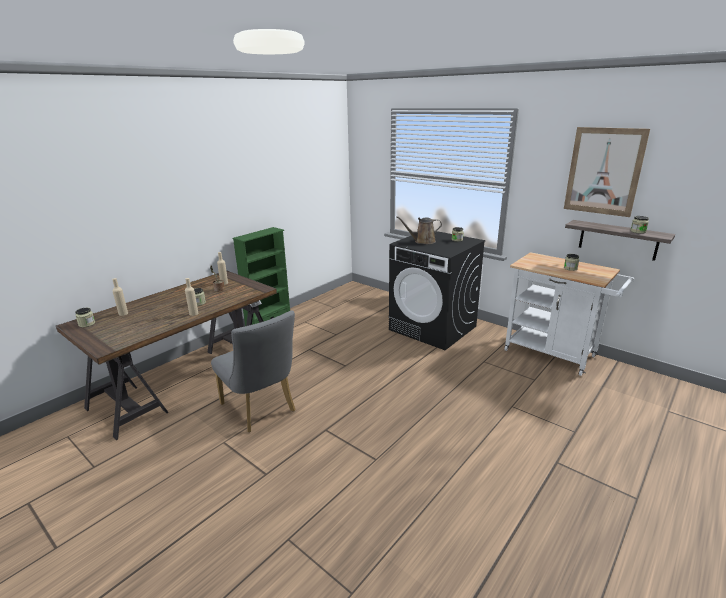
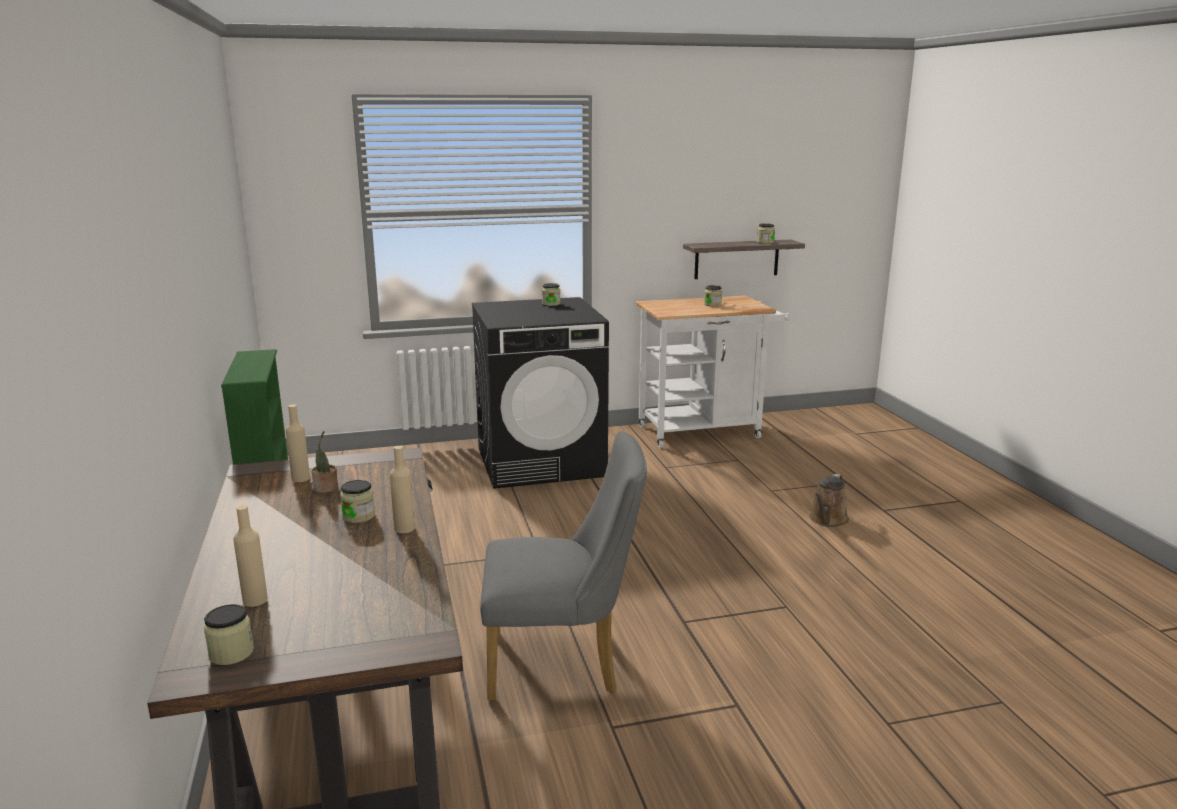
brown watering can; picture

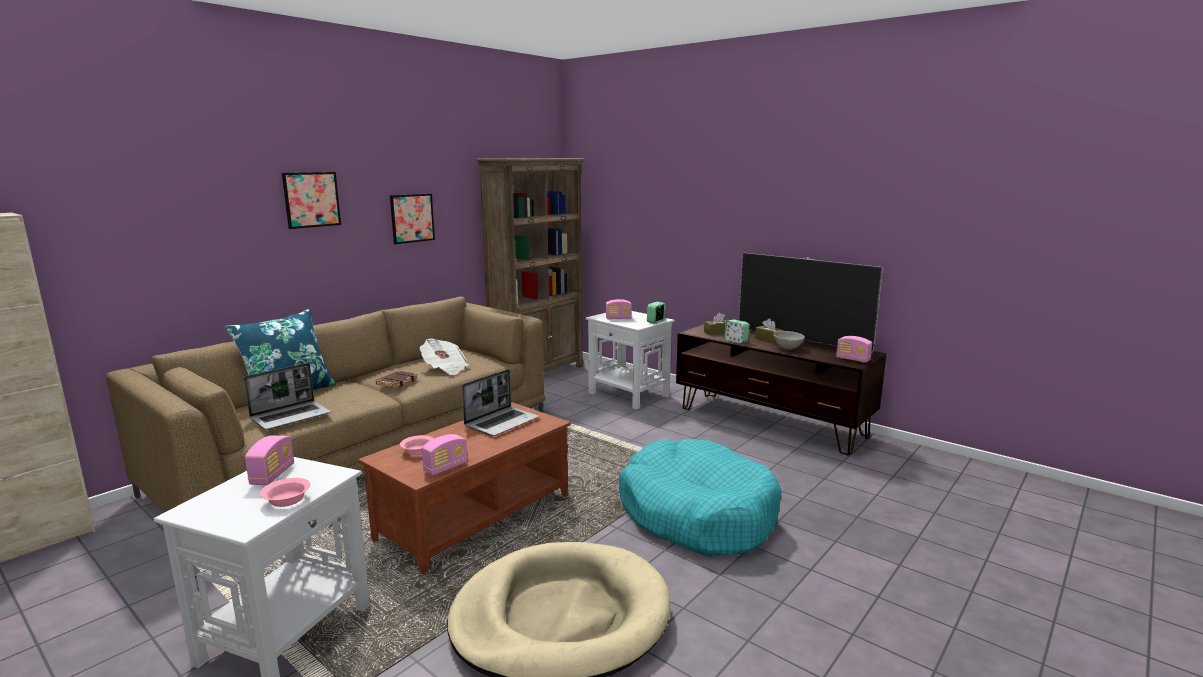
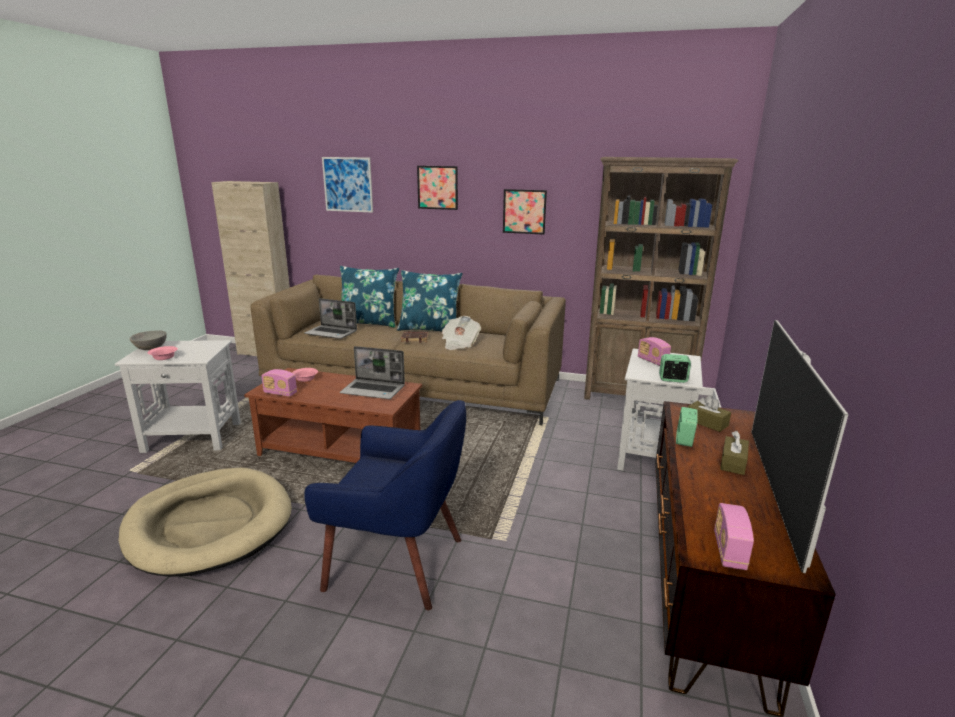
grey bowl; blue armchair; picture (no. 1 from left); blue pillow (no. 2 from left); radio (no. 1 from left in the first image)

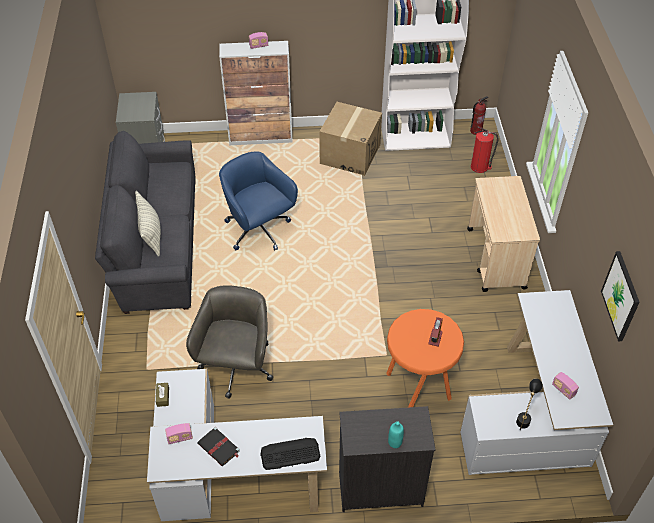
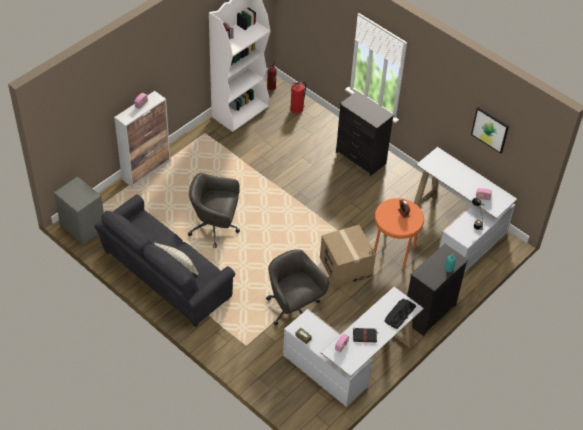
grey office chair (no. 1 from left); cardboard box; black dresser (no. 1 from left)

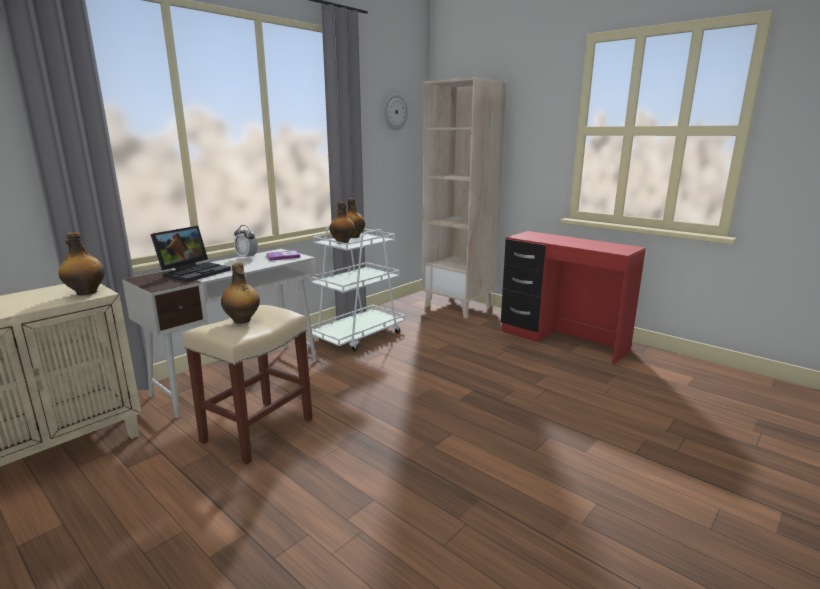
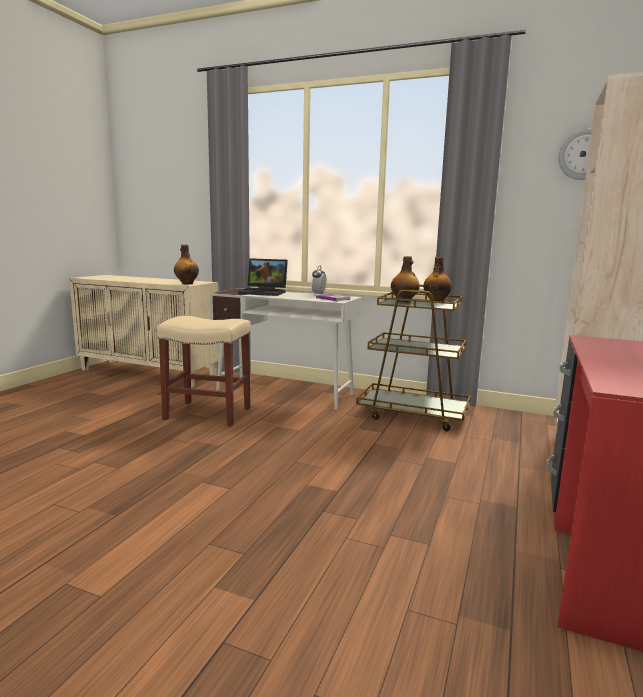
brown cart; bottle (no. 2 from left in the first image)

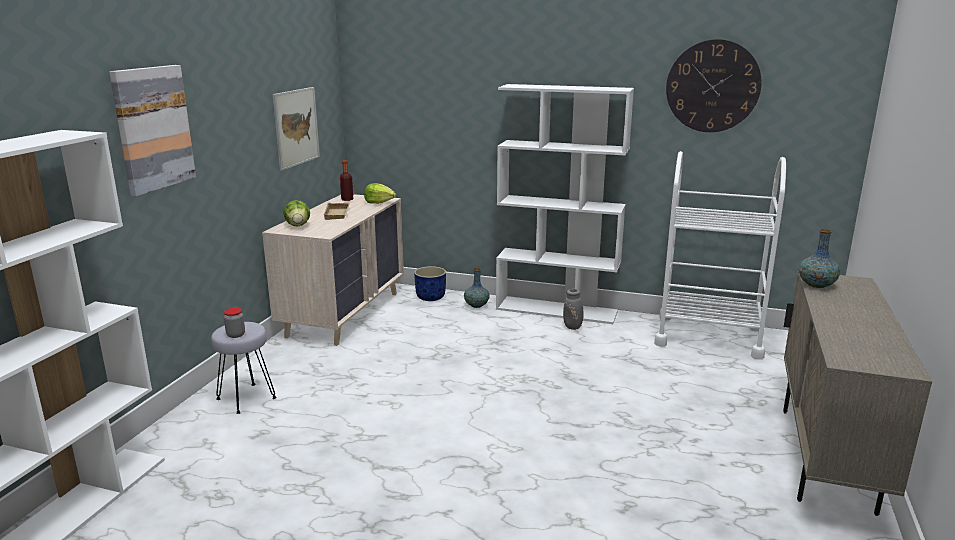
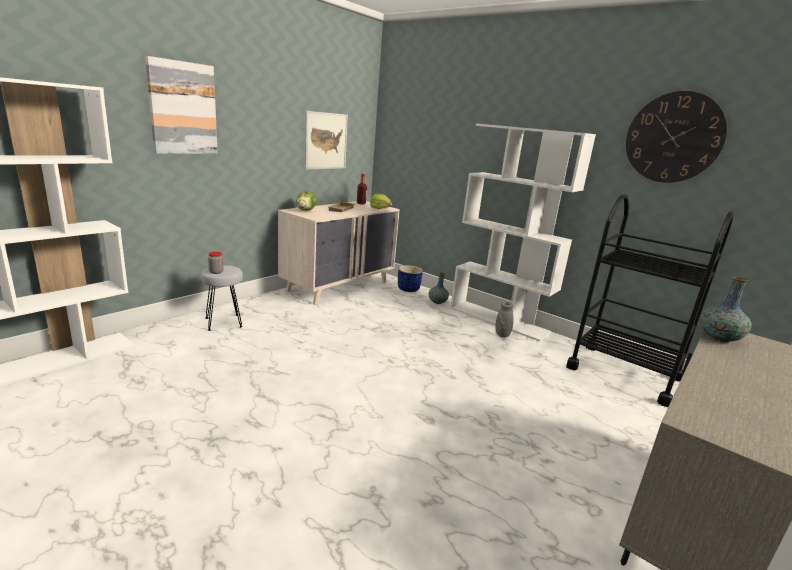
black cart

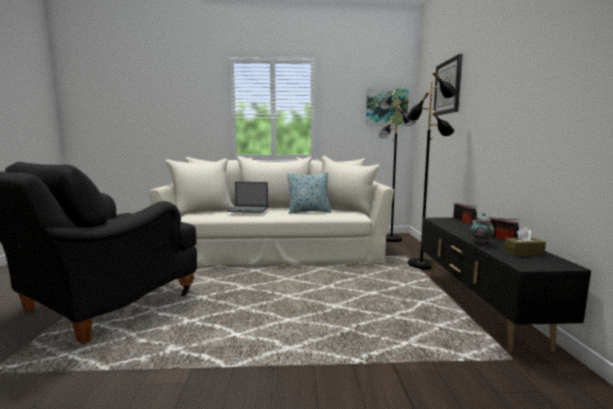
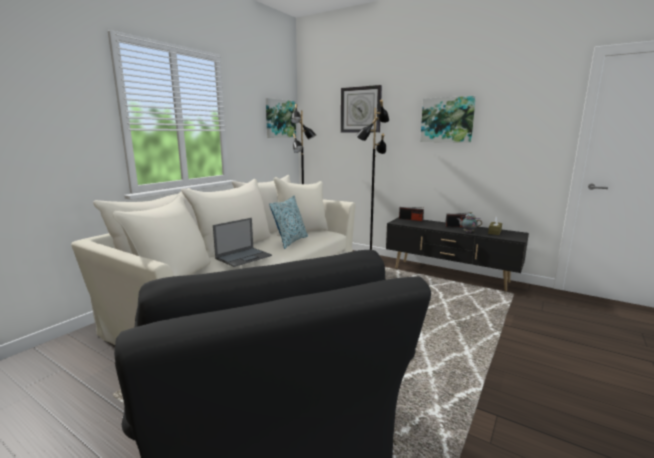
picture (no. 2 from left)

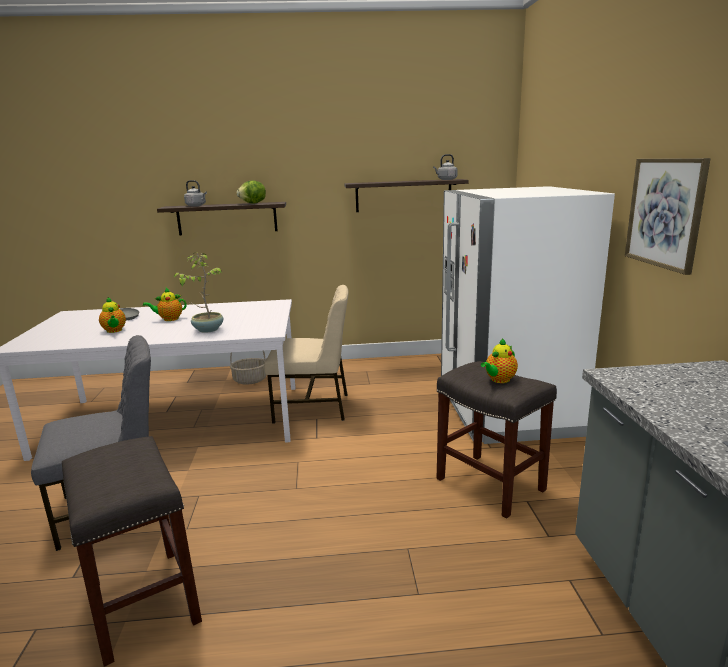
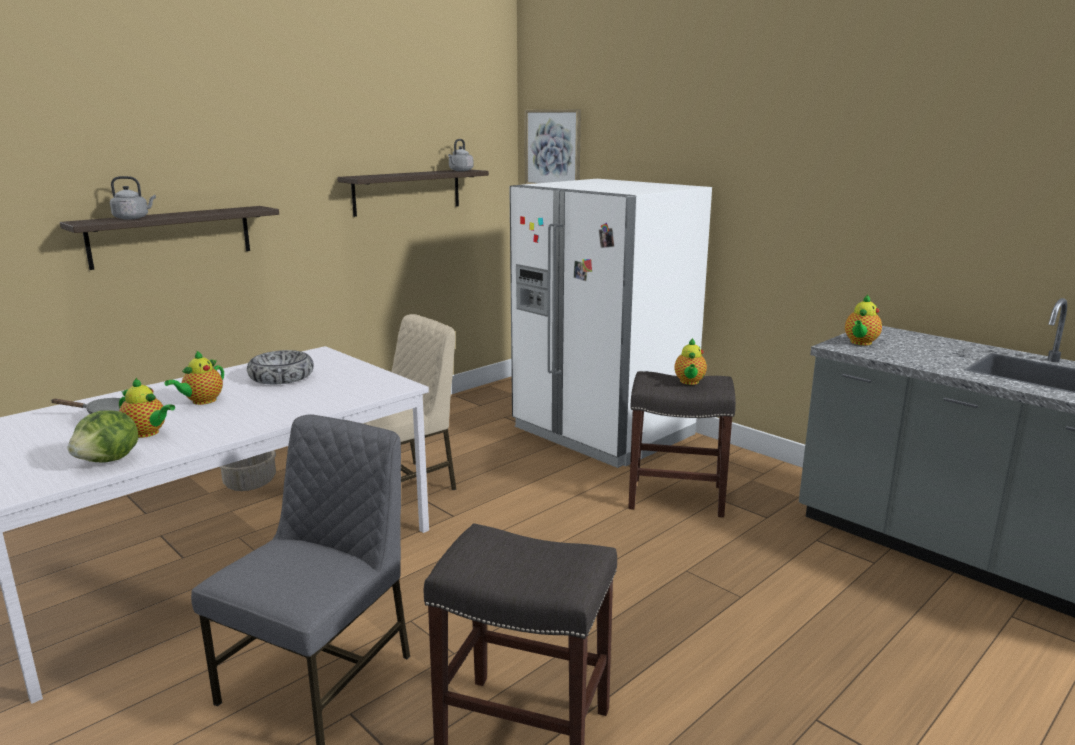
lettuce; bowl; picture; teapot (no. 4 from left); potted plant

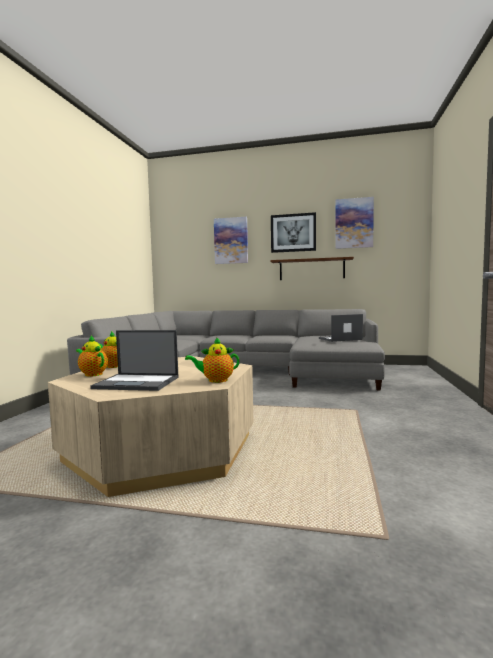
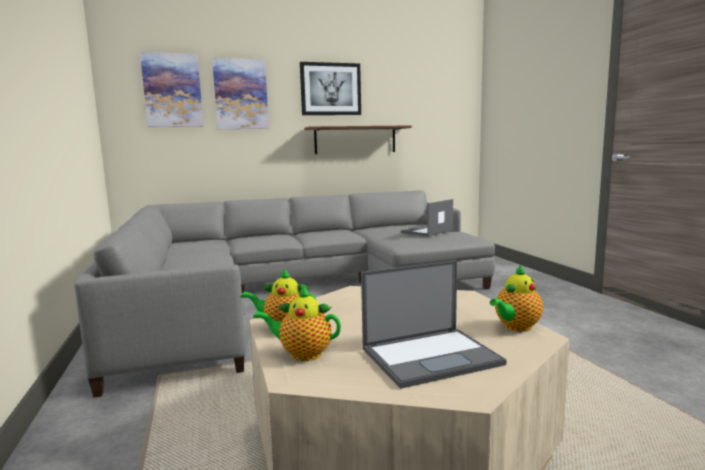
picture (no. 1 from left)

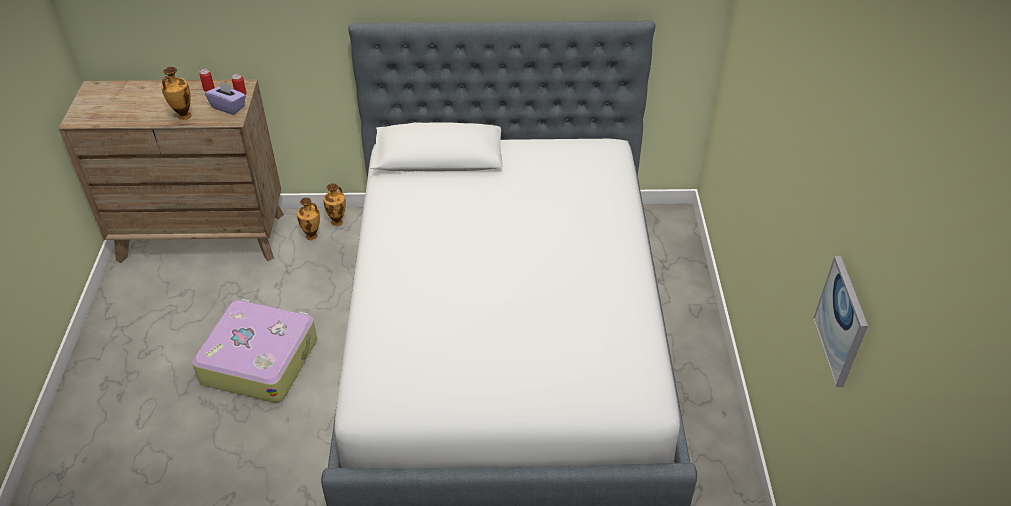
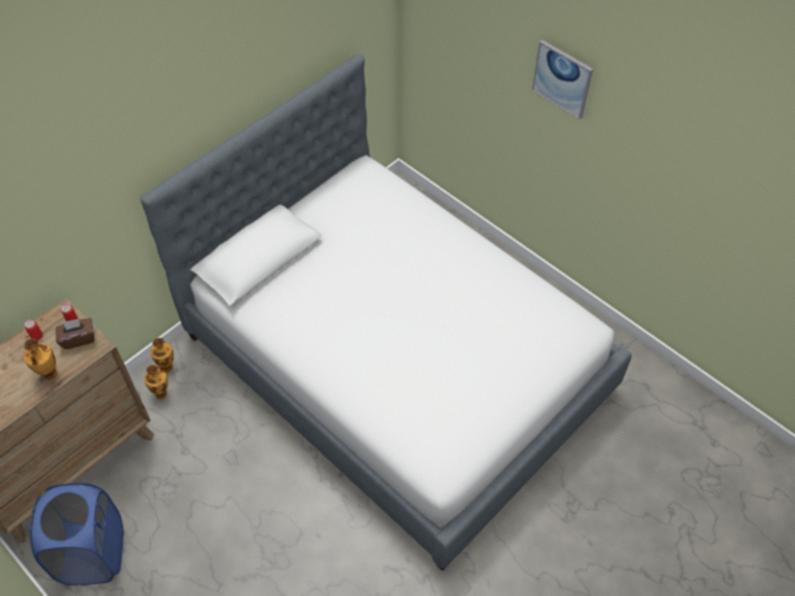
blue laundry basket; brown tissue box; picture; suitcase

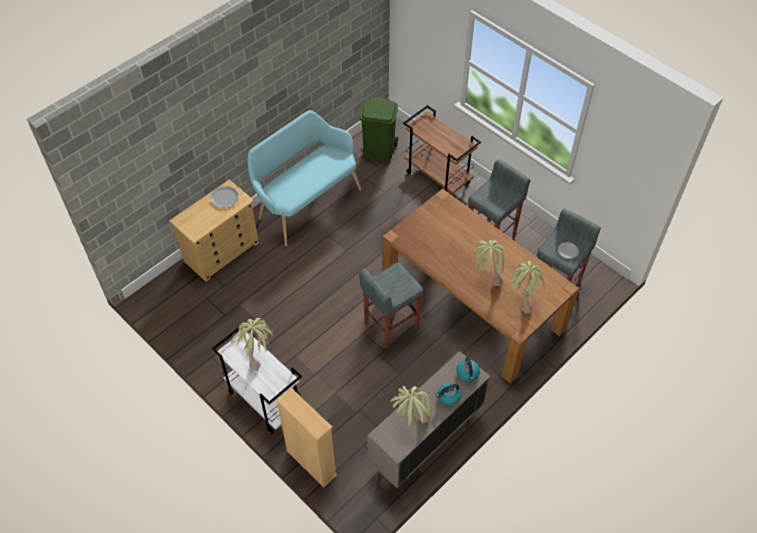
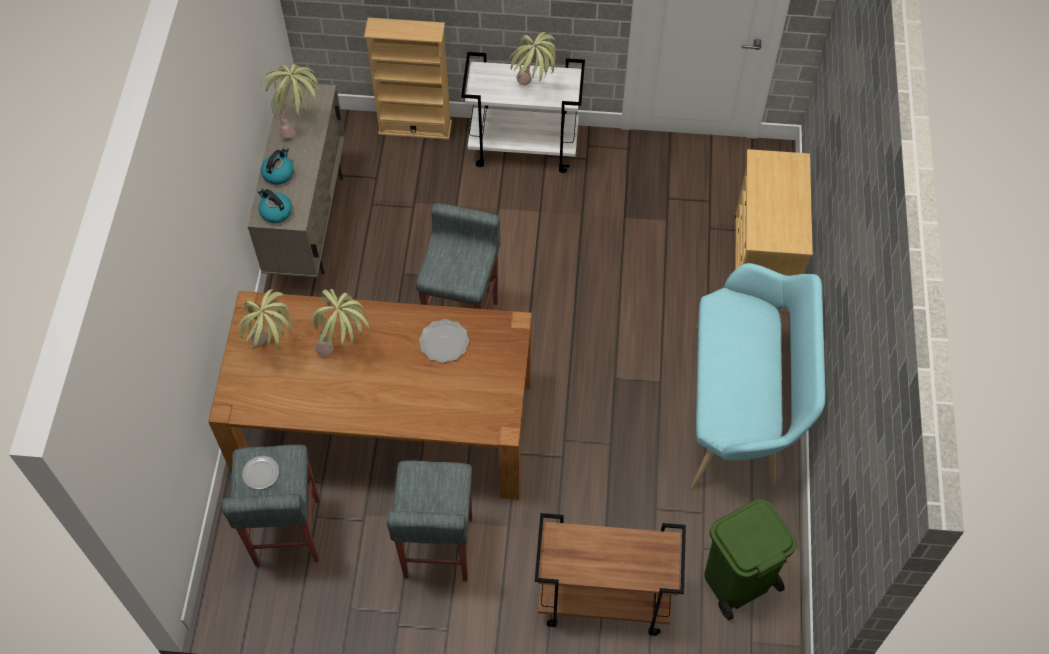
plate (no. 2 from left)

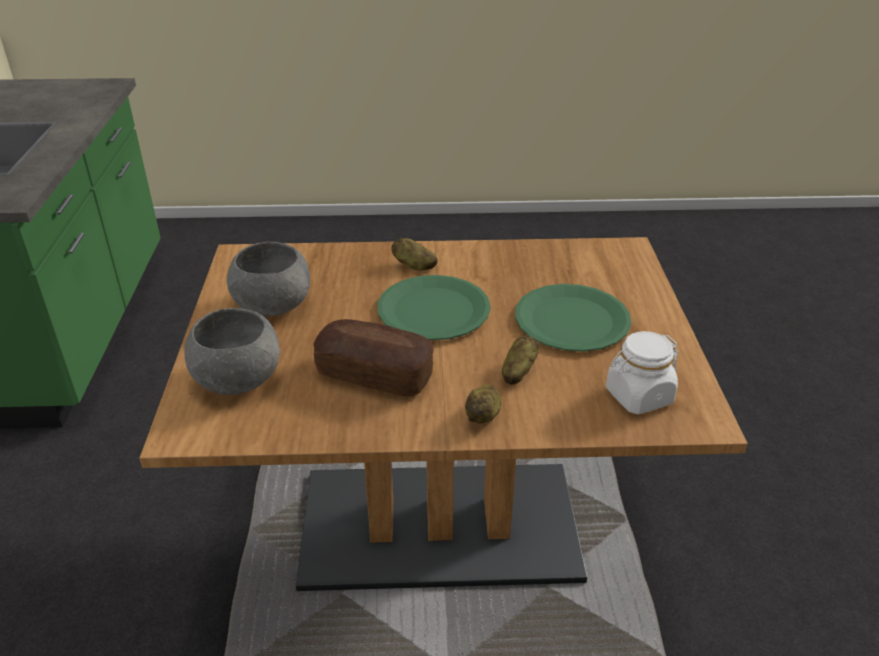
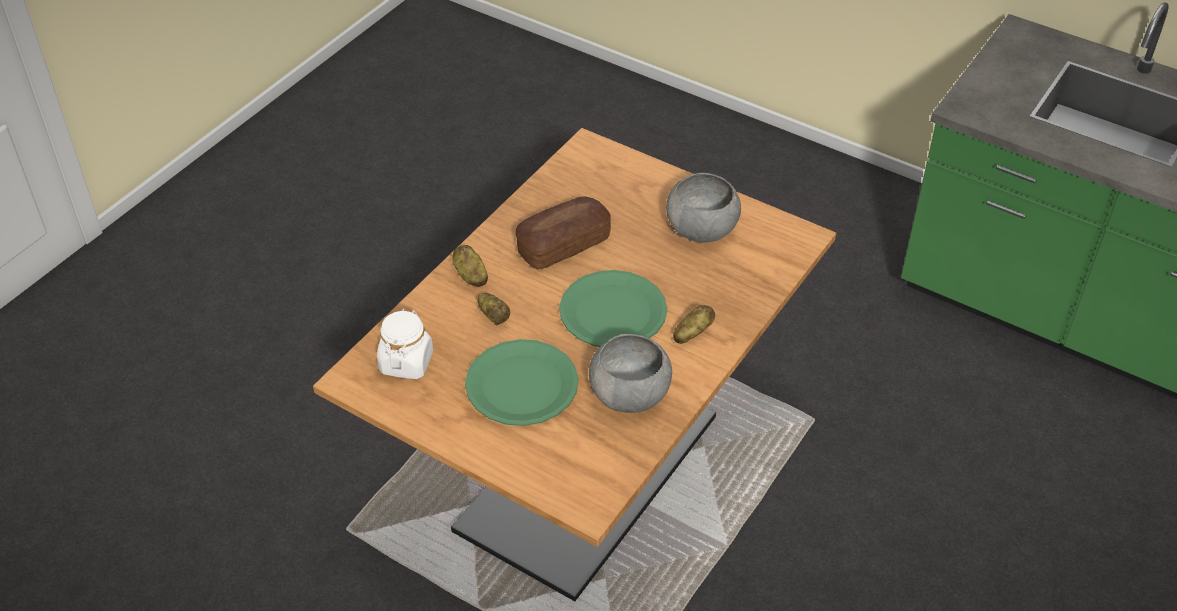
grey bowl (no. 1 from left)

